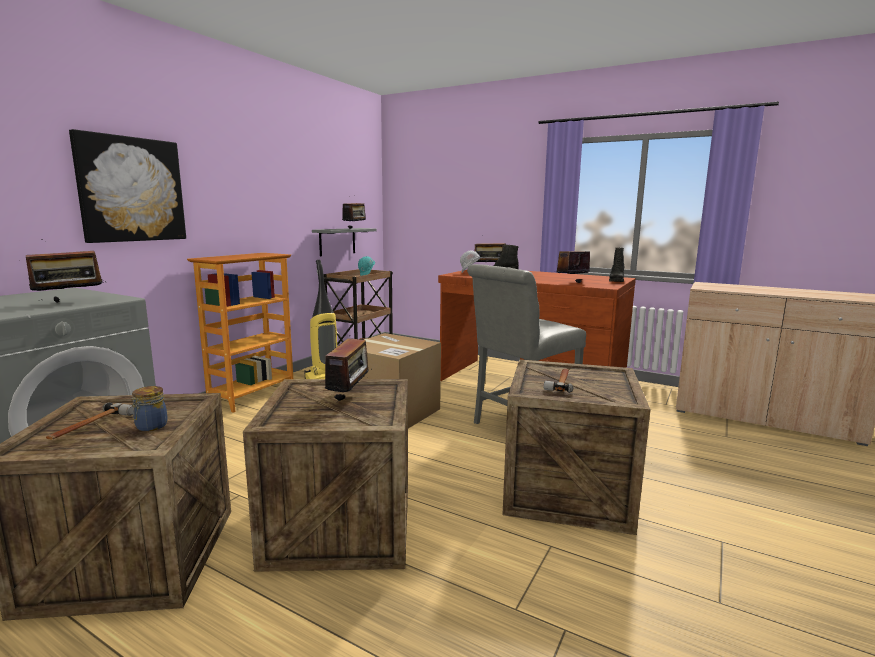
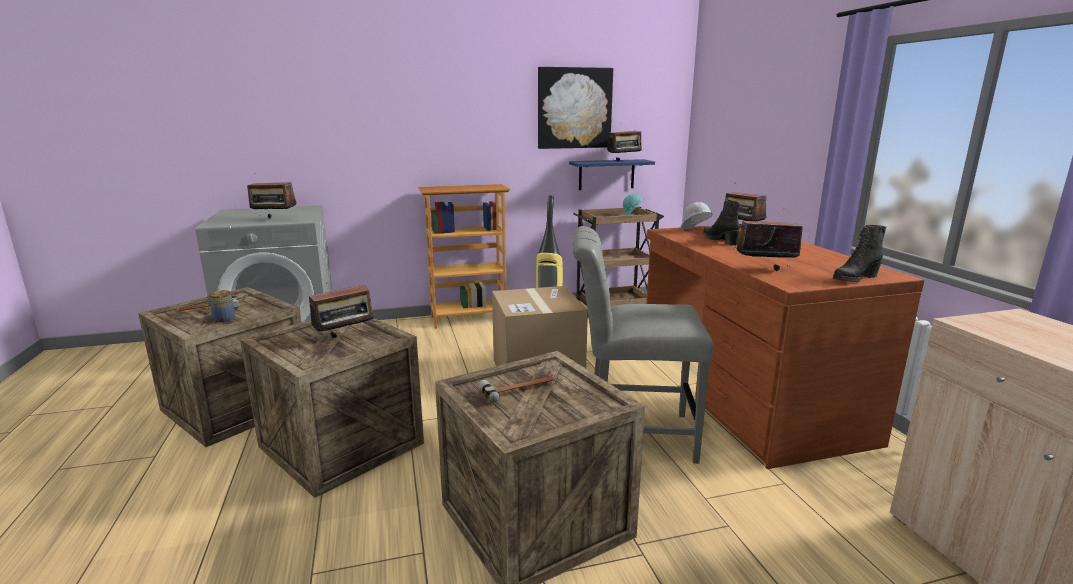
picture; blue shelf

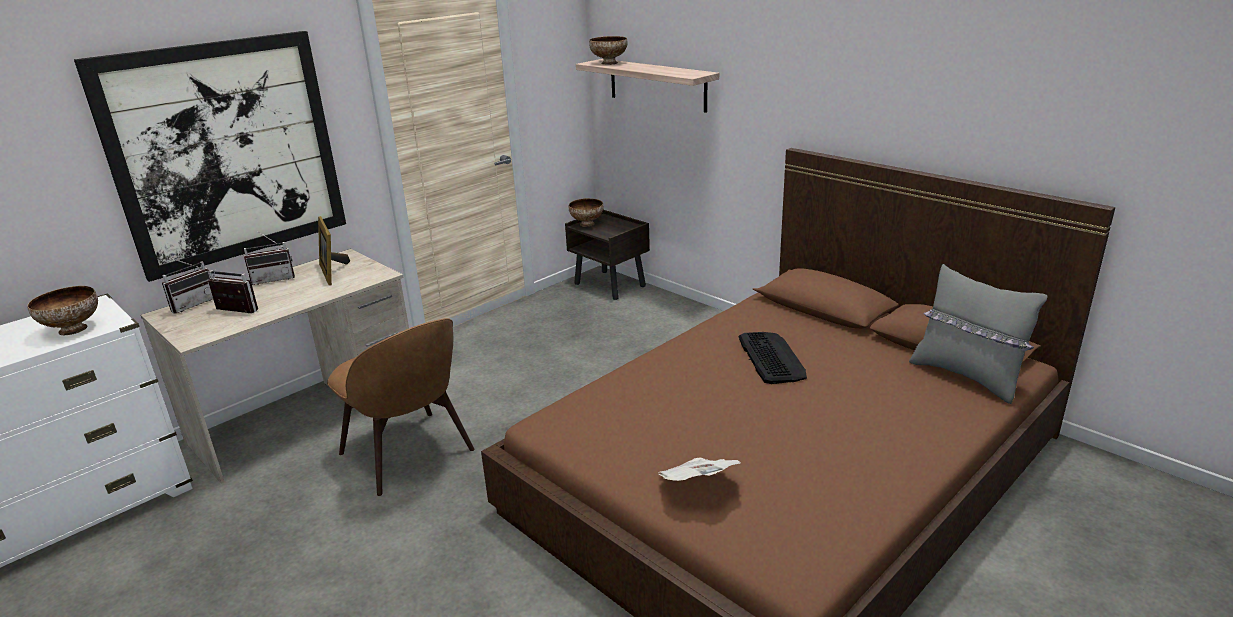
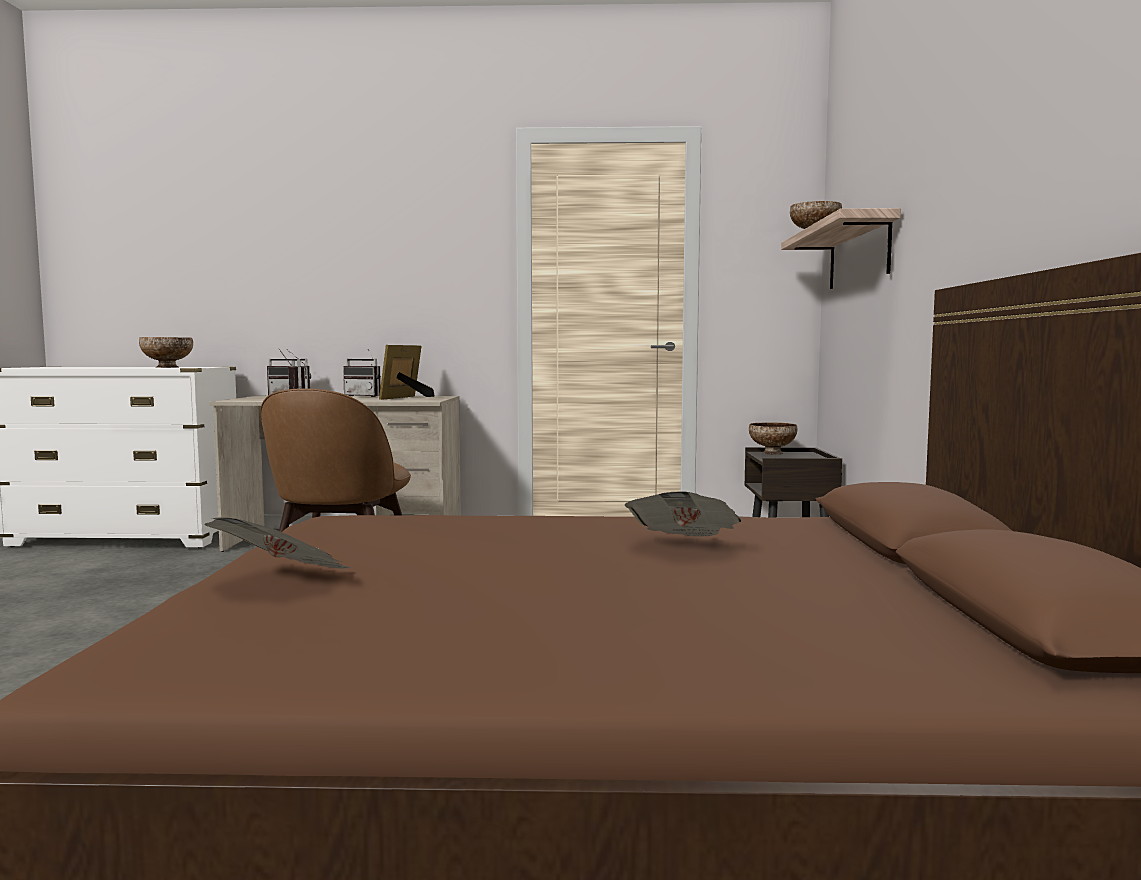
newspaper (no. 2 from left); picture; grey pillow

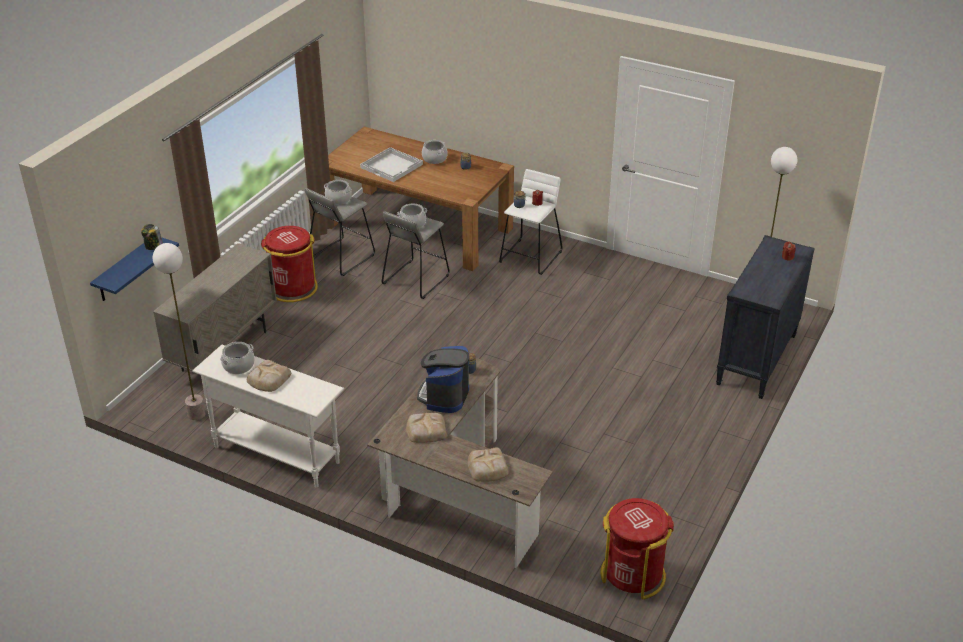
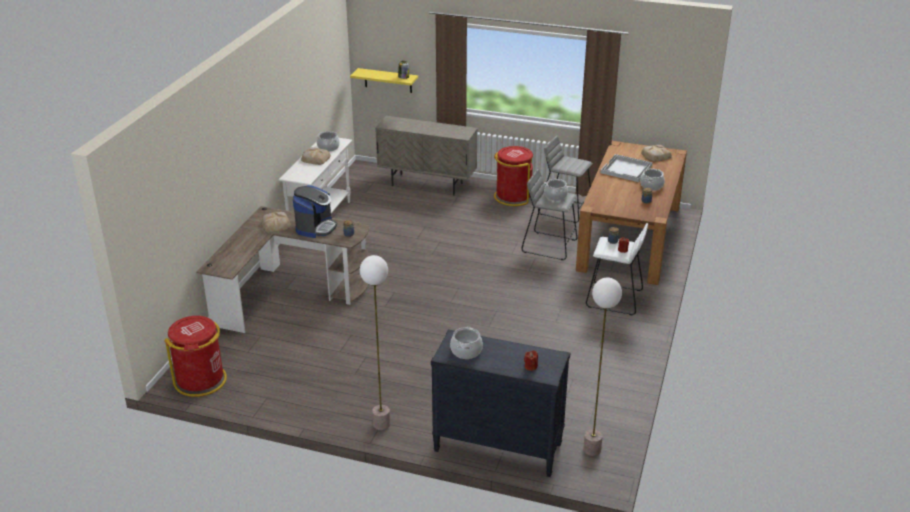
coffee machine; yellow shelf; floor lamp (no. 1 from left); cooking pot (no. 2 from left); bread (no. 3 from left)

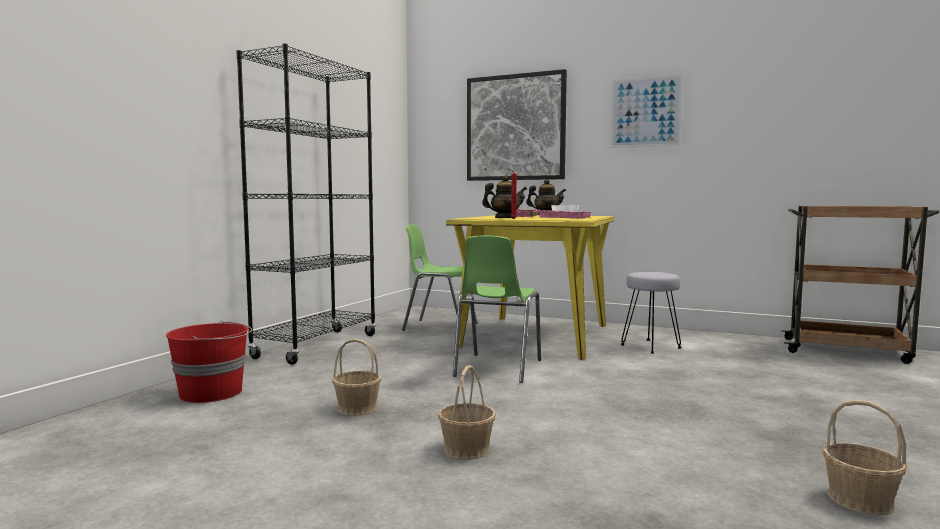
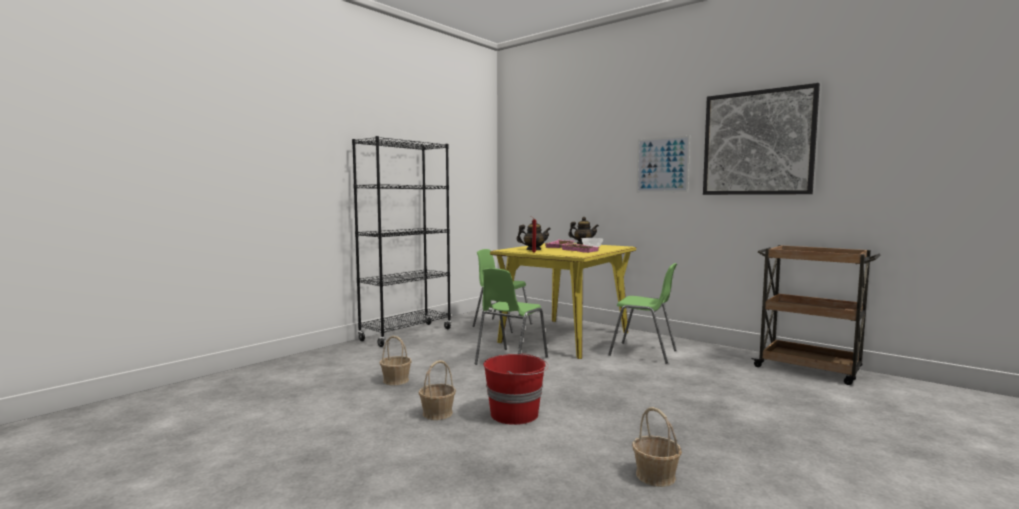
red bucket; green chair (no. 3 from left); picture (no. 2 from left)

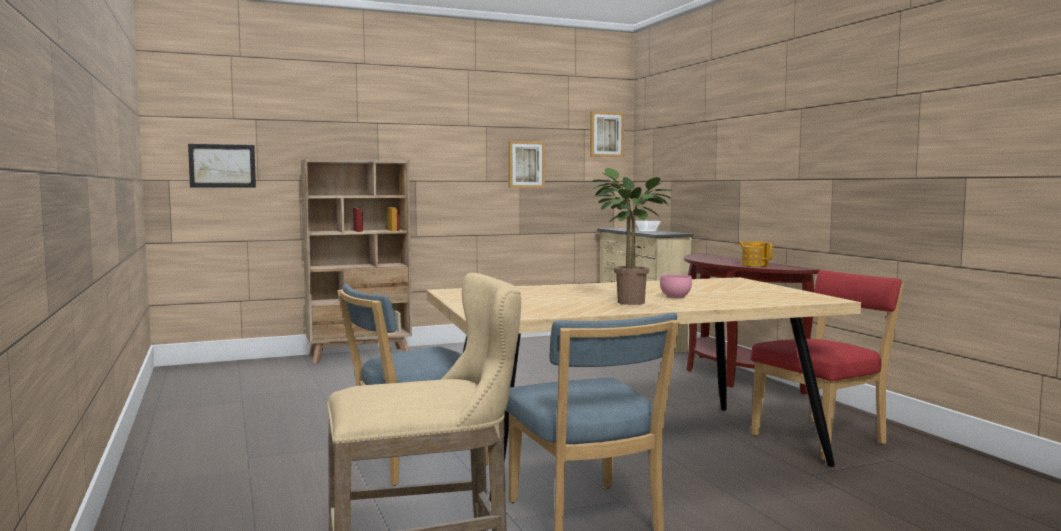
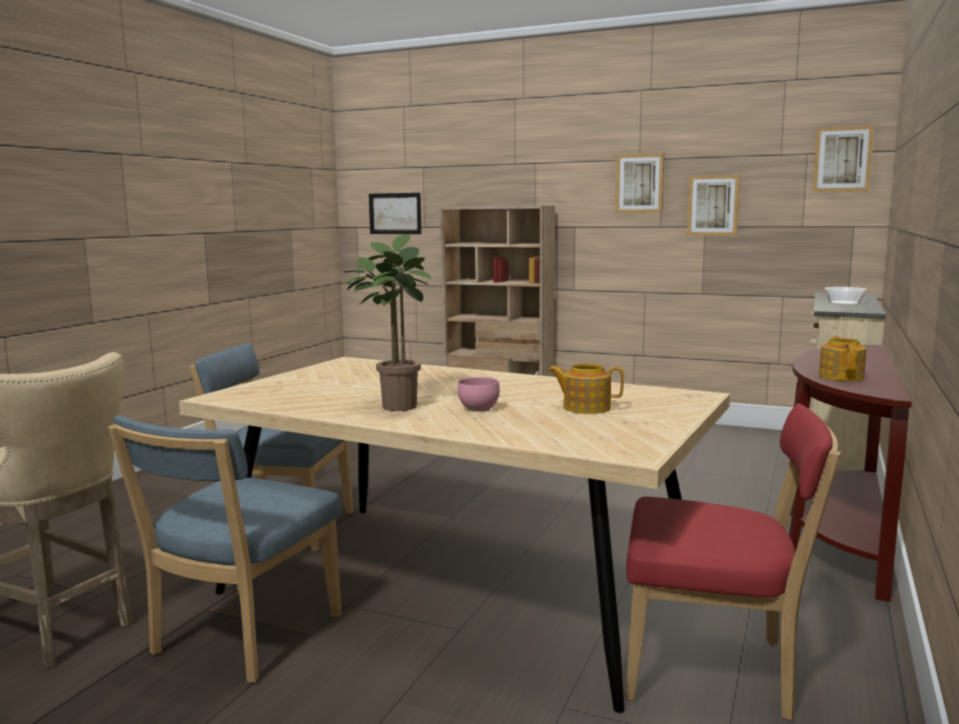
teapot (no. 1 from left); picture (no. 2 from left)

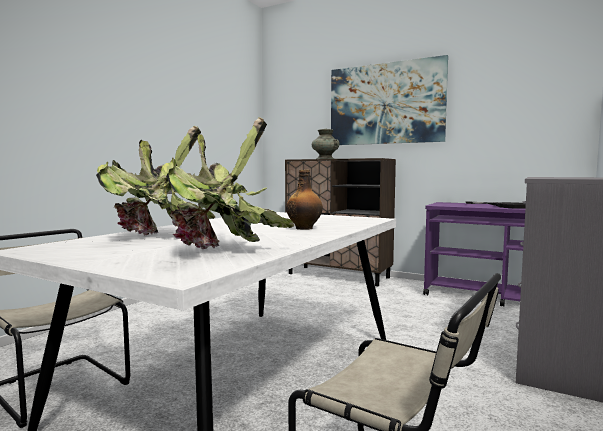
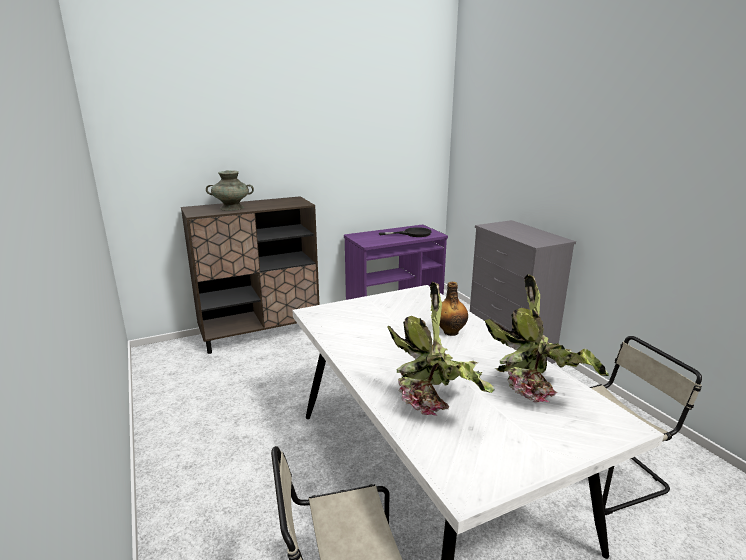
picture

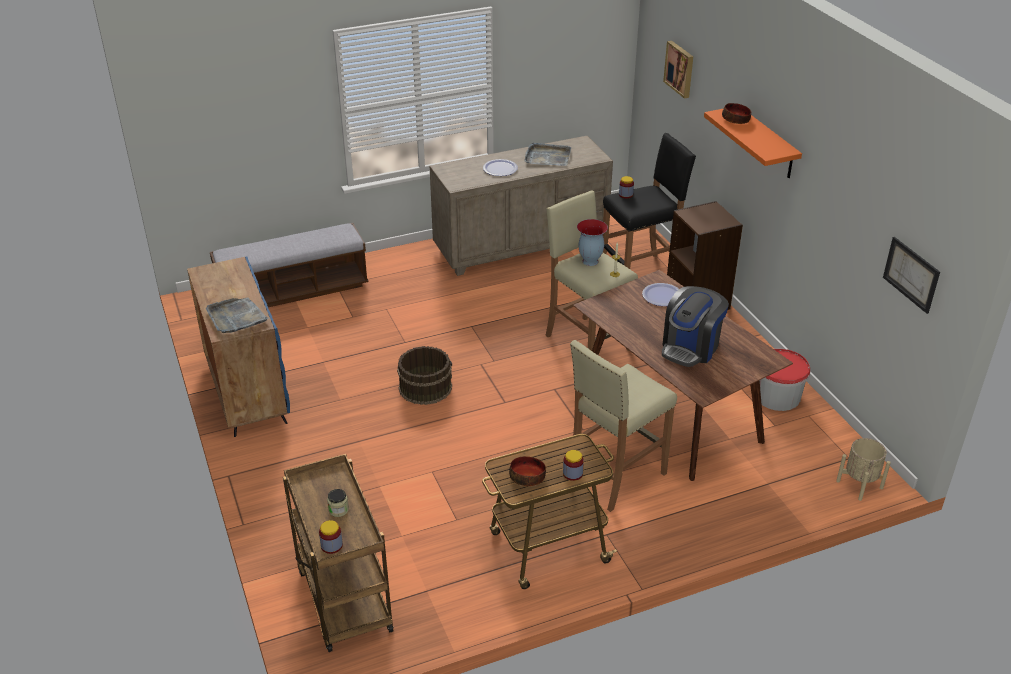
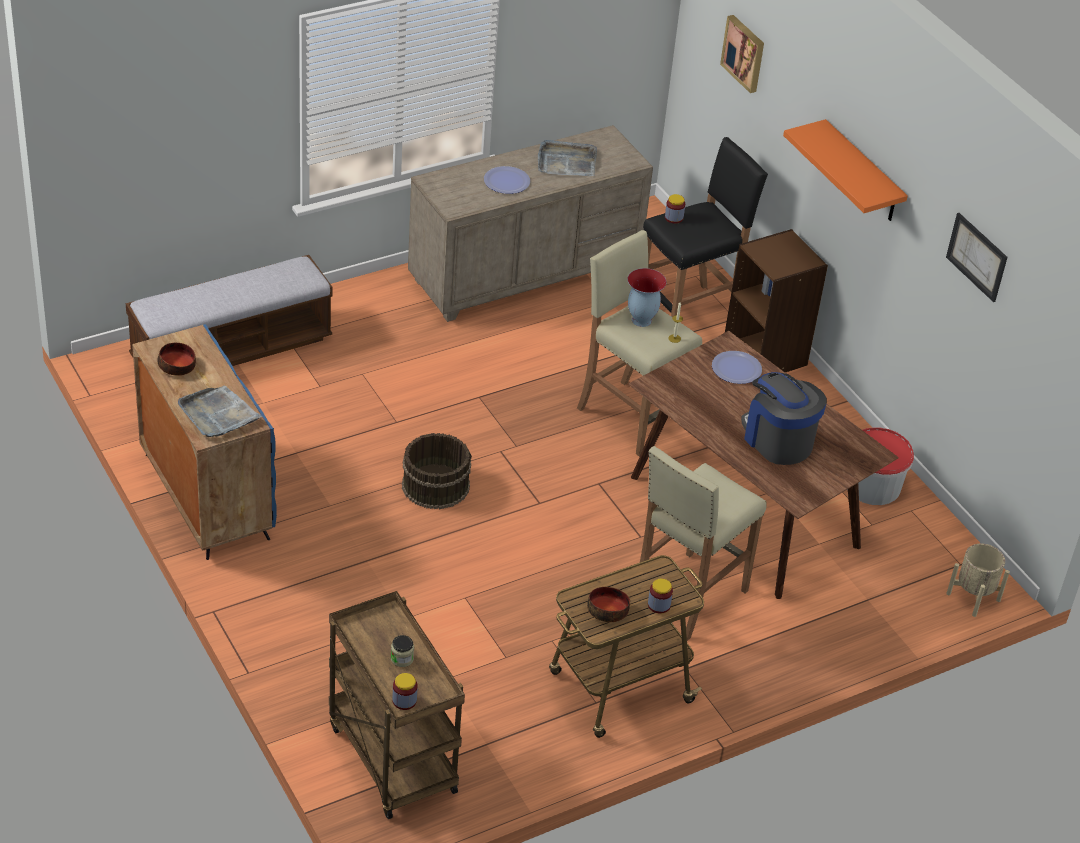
bowl (no. 1 from left); coffee machine; picture (no. 2 from left)

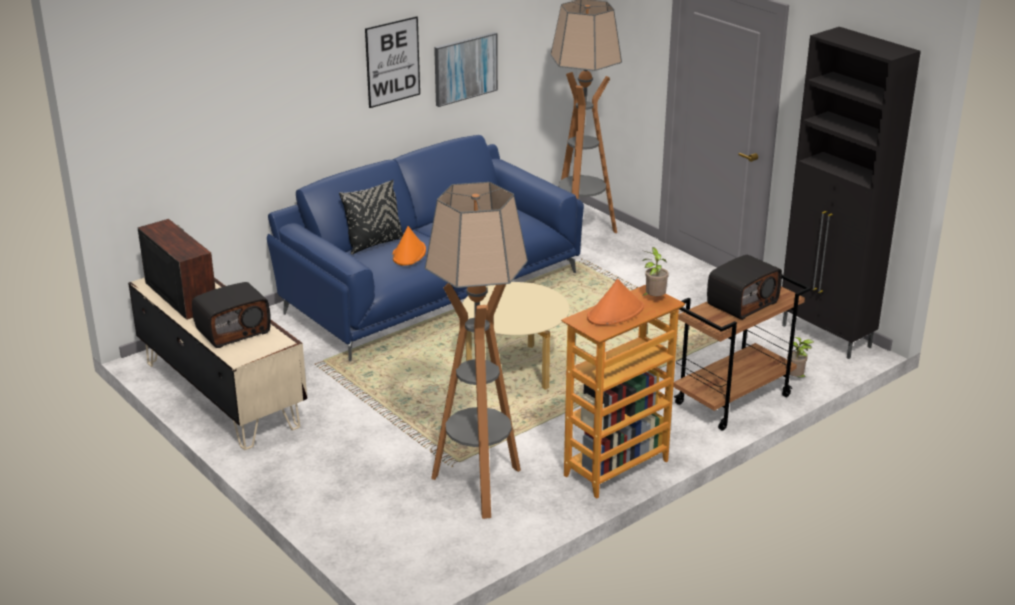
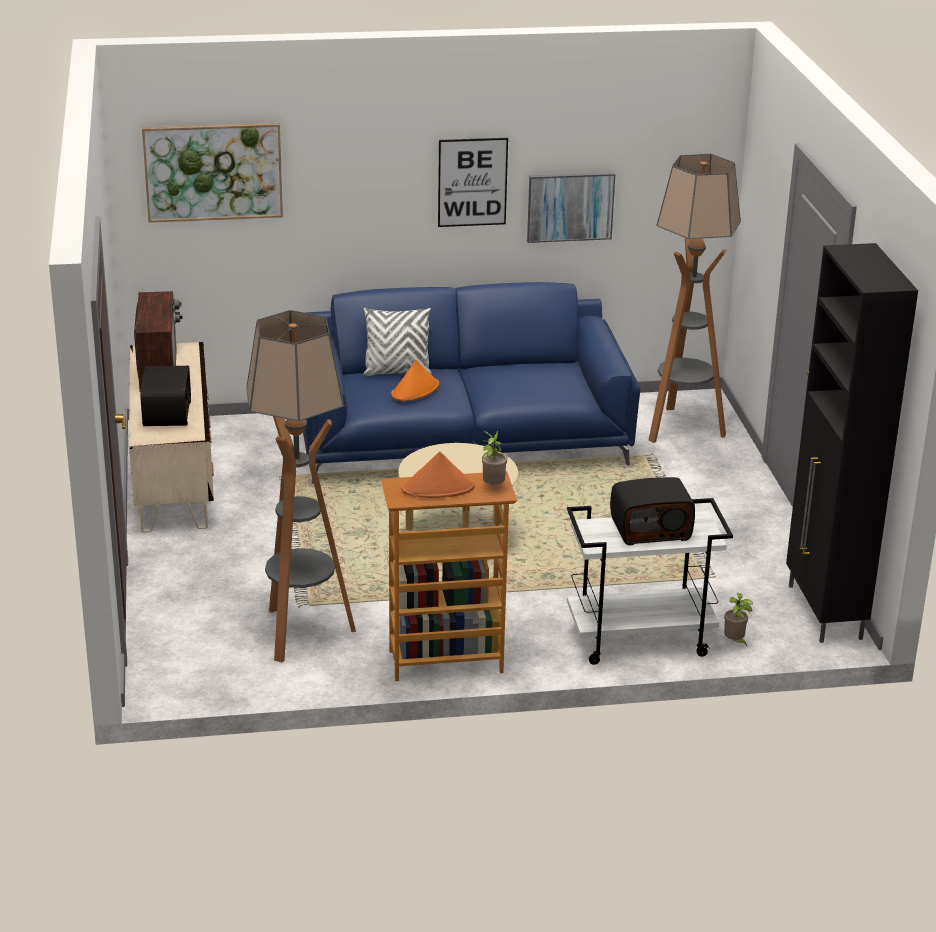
radio (no. 1 from left); picture (no. 1 from left); white pillow; white cart

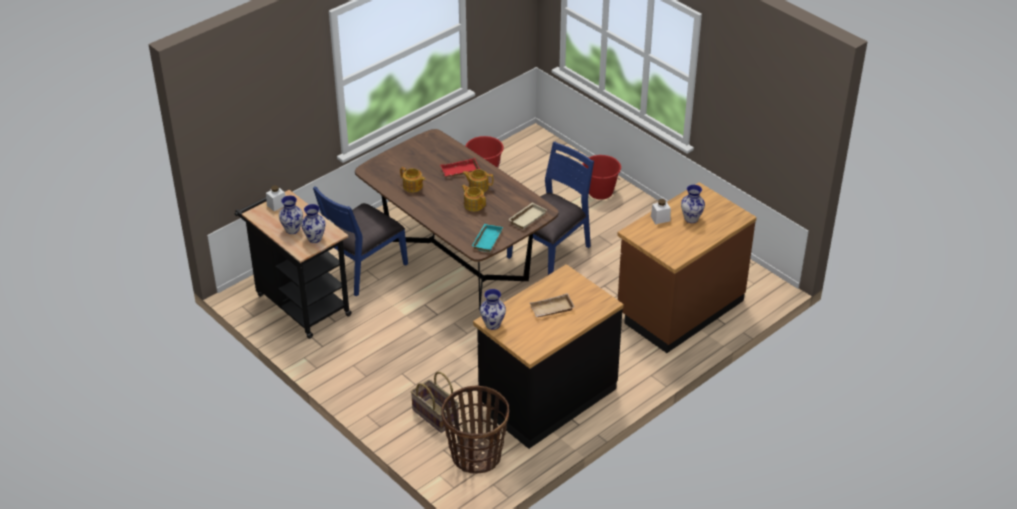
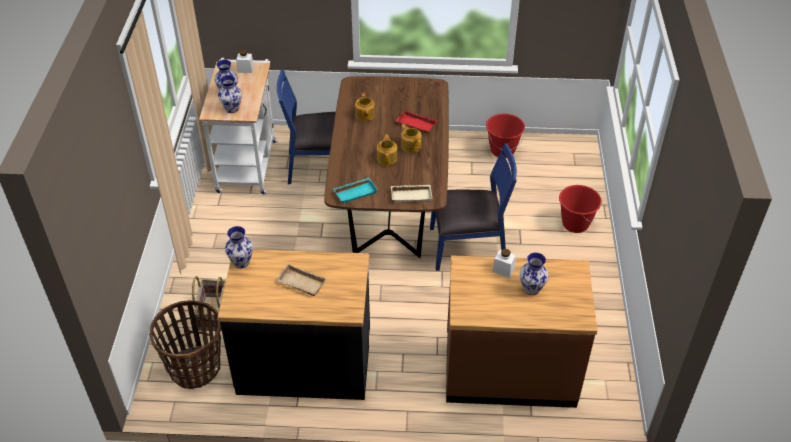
white cart

